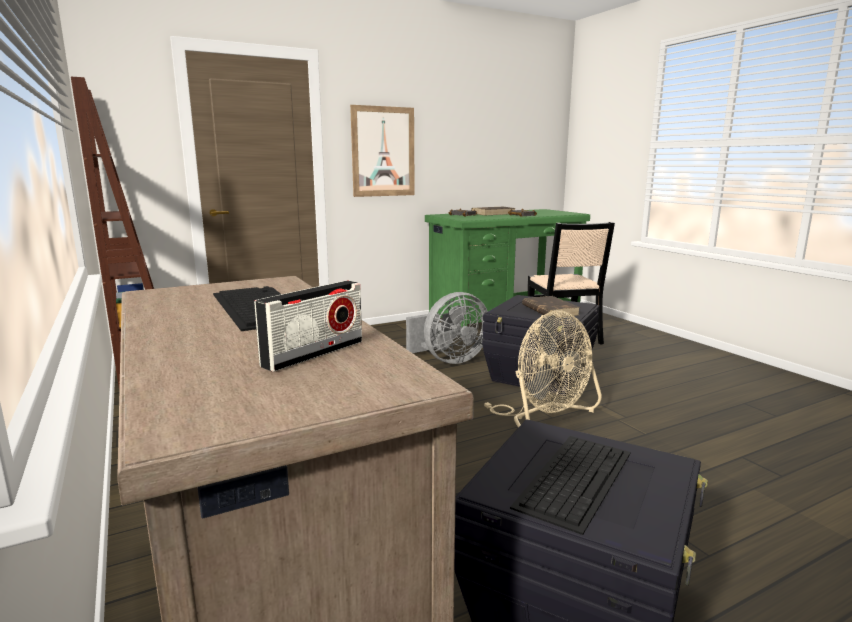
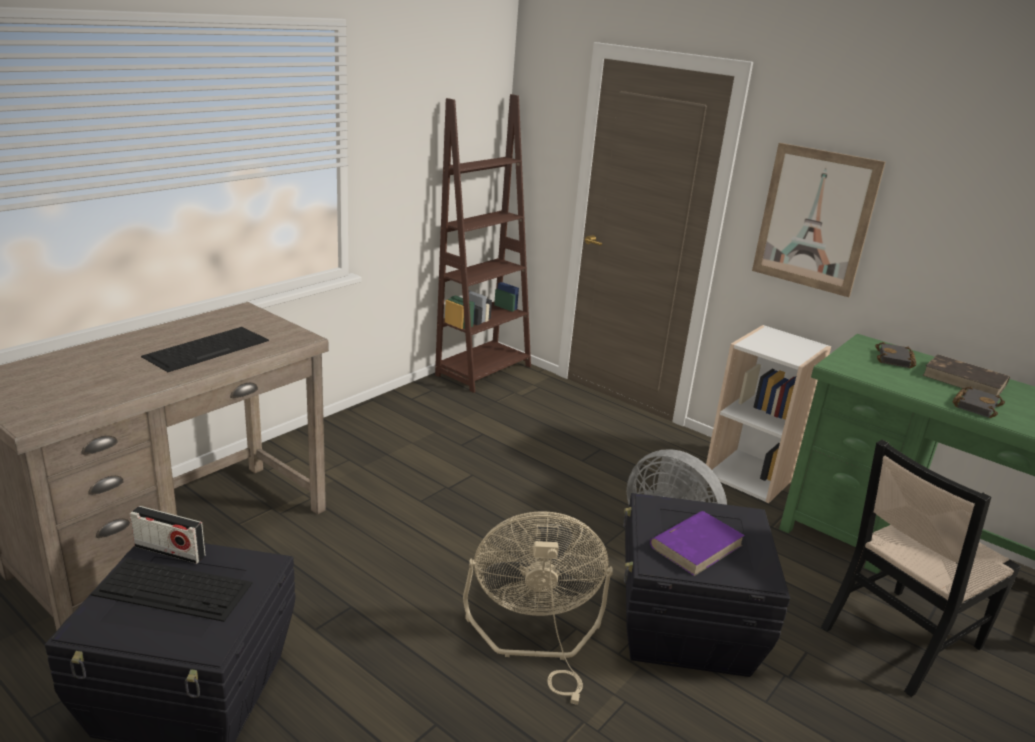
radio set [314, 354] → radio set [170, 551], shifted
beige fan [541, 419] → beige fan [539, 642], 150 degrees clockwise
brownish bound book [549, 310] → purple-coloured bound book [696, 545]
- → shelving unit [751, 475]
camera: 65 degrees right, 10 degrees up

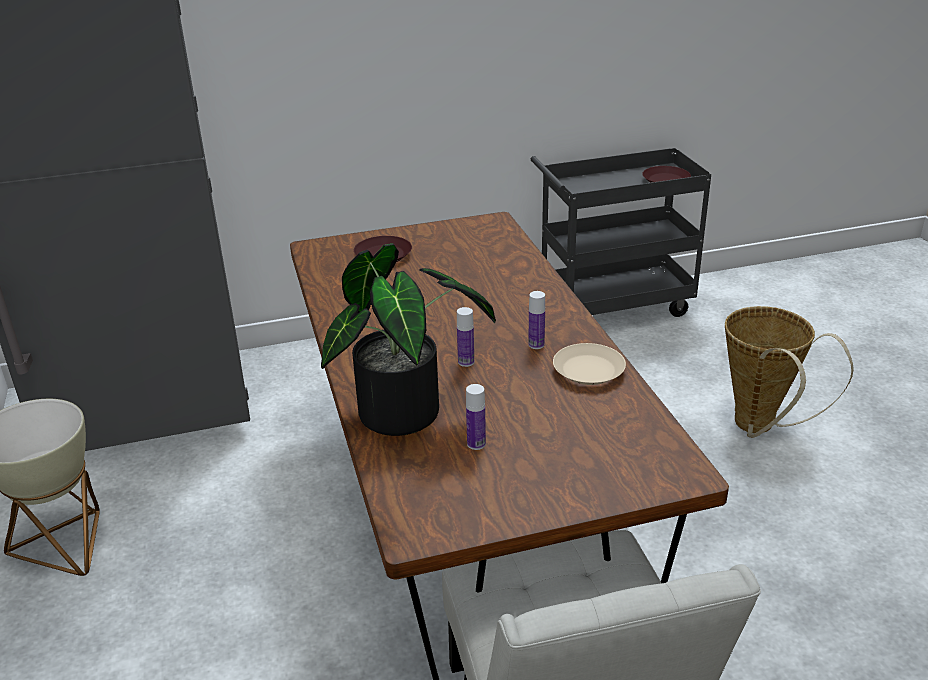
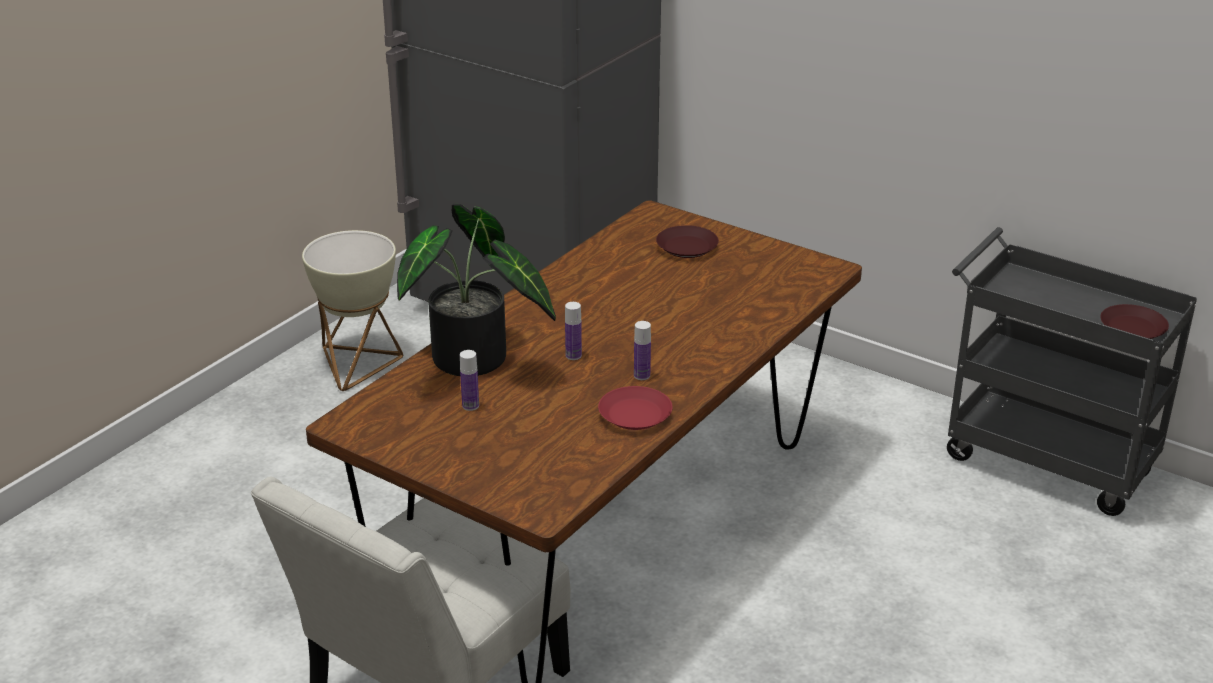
beige plate [589, 370] → red plate [636, 414]
storage basket [759, 429] → -
camera: 50 degrees right, 0 degrees up

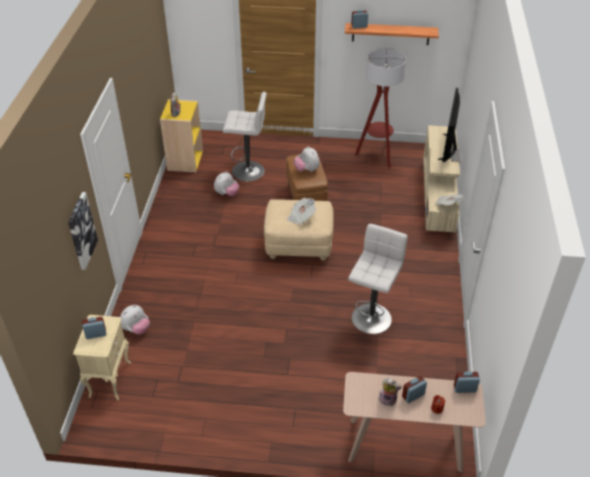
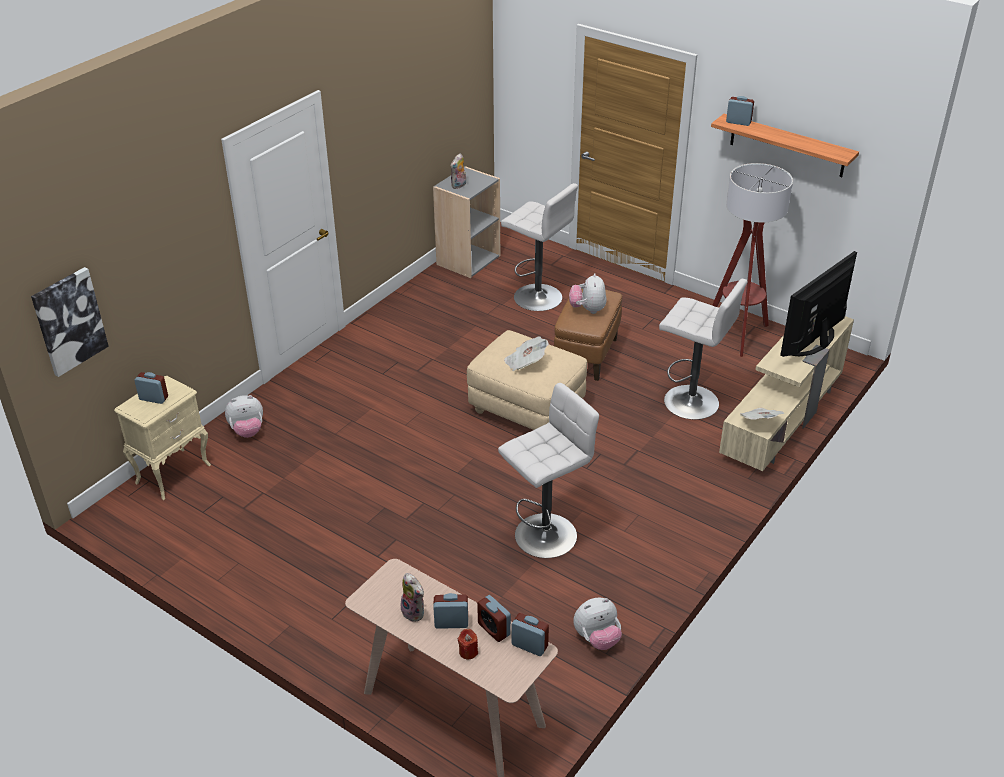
picture [81, 231] → picture [69, 321], shifted
yellow-coloured shelving unit [185, 160] → grey shelving unit [468, 259]
- → bedside clock [494, 629]
plush toy [226, 193] → plush toy [597, 638], shifted
- → white sitting stool [691, 403]
camera: 30 degrees right, 5 degrees down

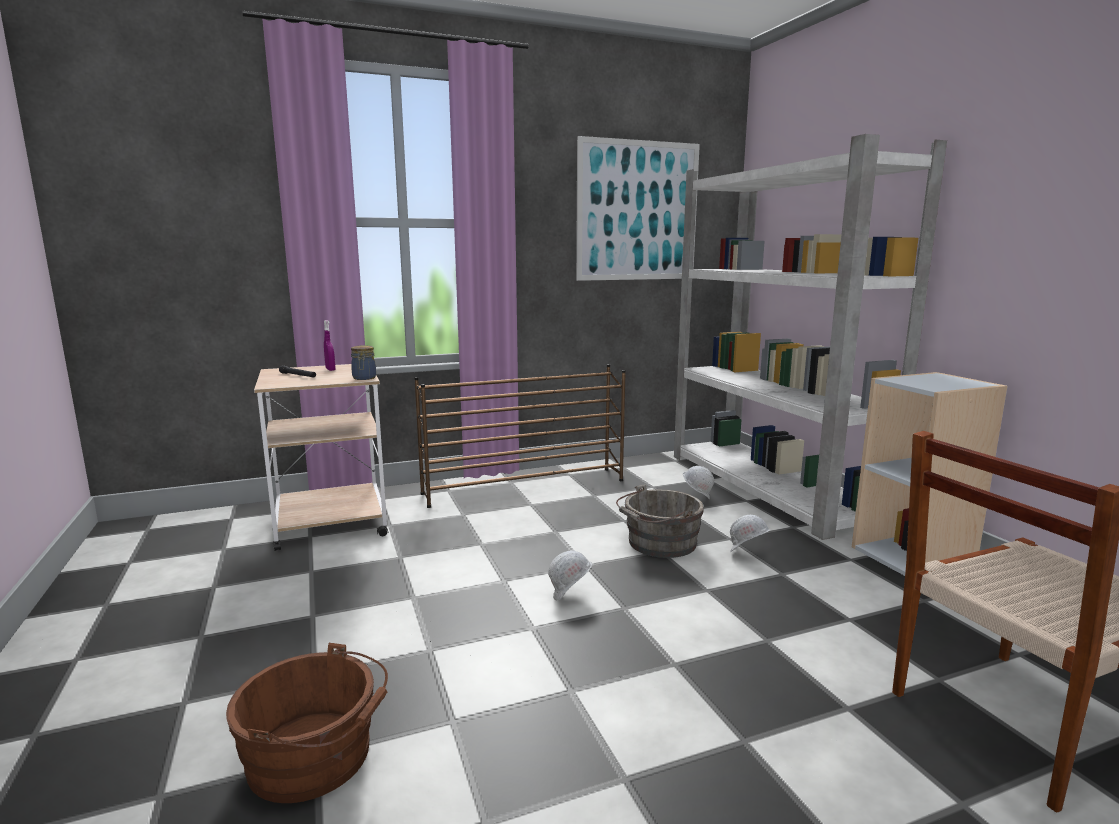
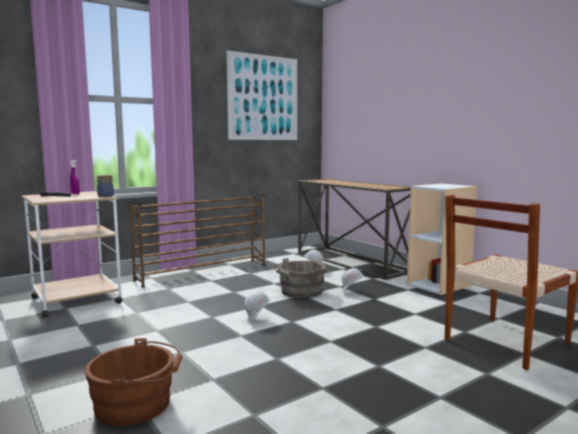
white shelving unit [769, 486] → console table [353, 261]
camera: 15 degrees left, 5 degrees down

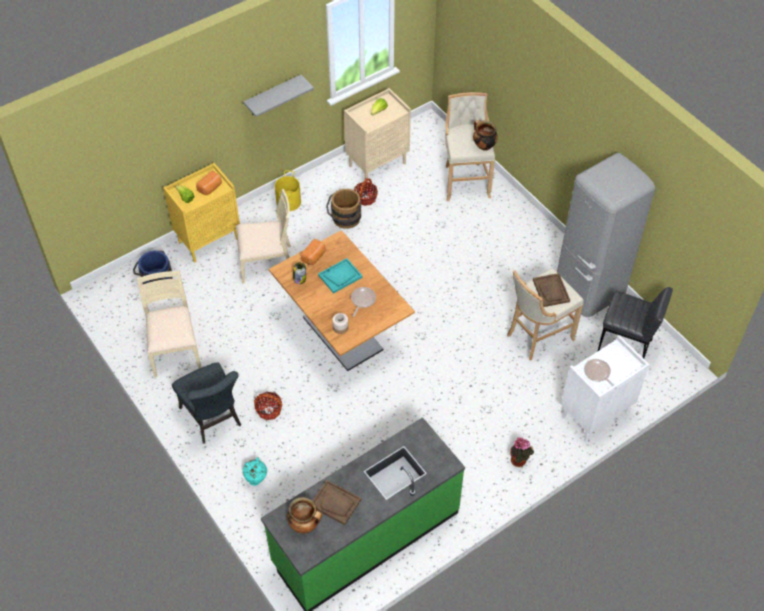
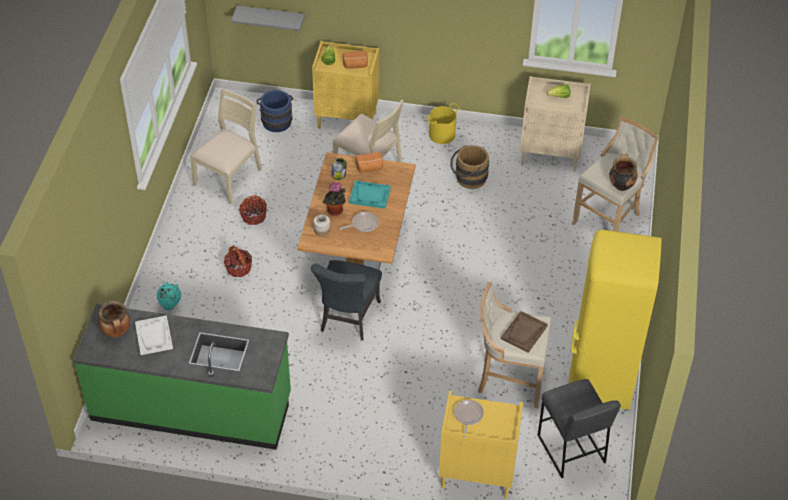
brownish tray [335, 503] → white tray [154, 336]
grey wall shelf [273, 96] → grey wall shelf [271, 18], shifted
storage basket [365, 198] → storage basket [253, 216], shifted
grey plain chair [213, 418] → grey plain chair [348, 319], shifted
plant in a pot [519, 461] → plant in a pot [335, 211], shifted
white storage cabinet [595, 415] → yellow-coloured storage cabinet [476, 475]
grey refrigerator [587, 292] → yellow-coloured refrigerator [599, 381]
camera: 45 degrees right, 5 degrees down

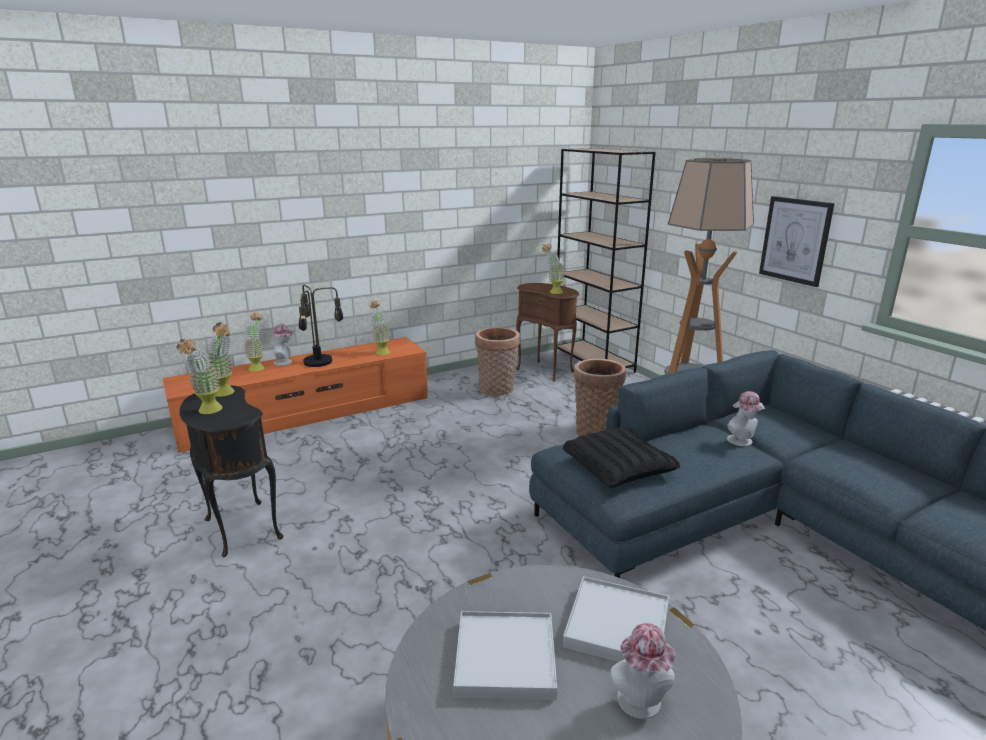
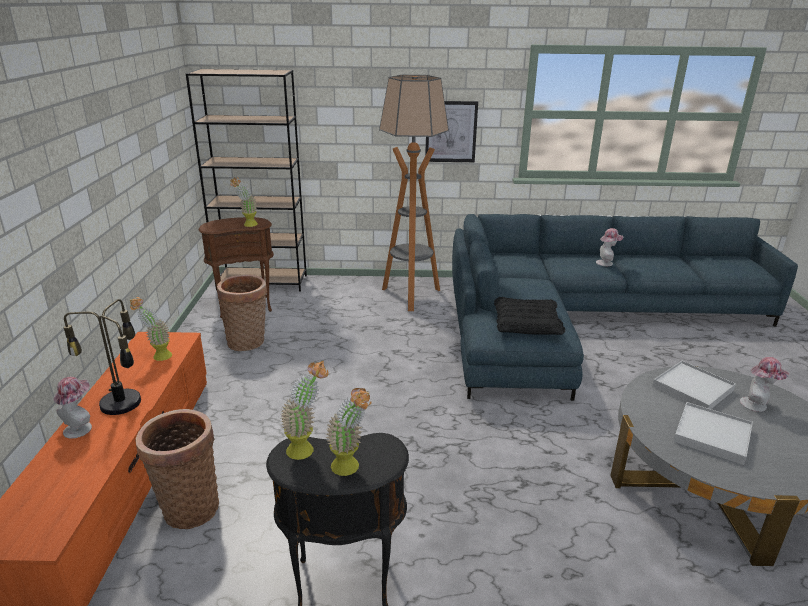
storage basket [595, 431] → storage basket [188, 507], shifted
hat [742, 442] → hat [606, 263], shifted
plant in a pot [258, 367] → -
camera: 60 degrees left, 5 degrees up

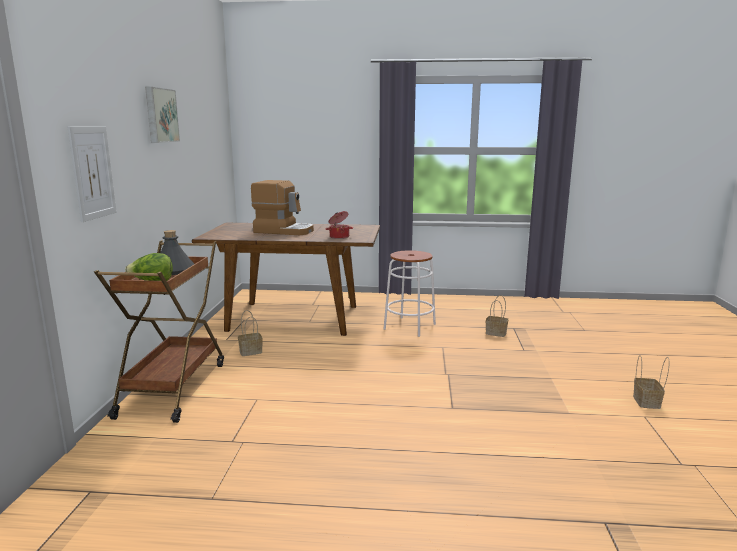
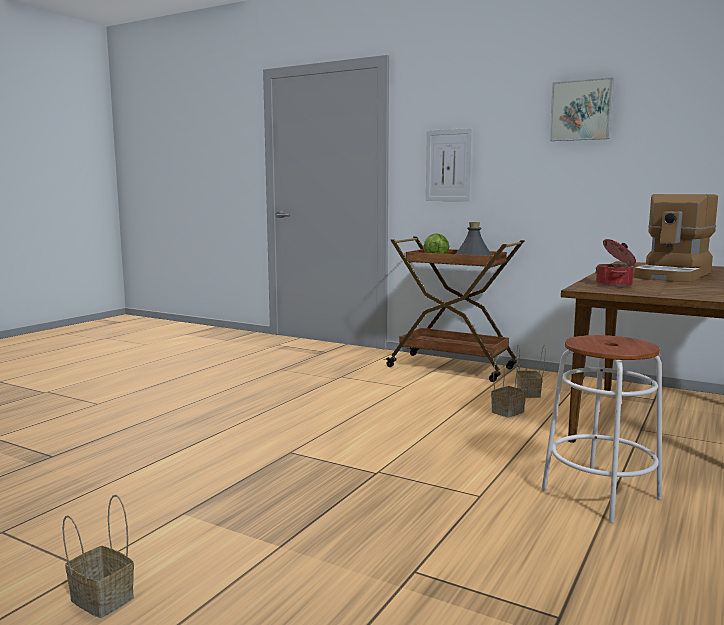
storage basket [497, 333] → storage basket [507, 412], shifted
camera: 115 degrees right, 5 degrees down

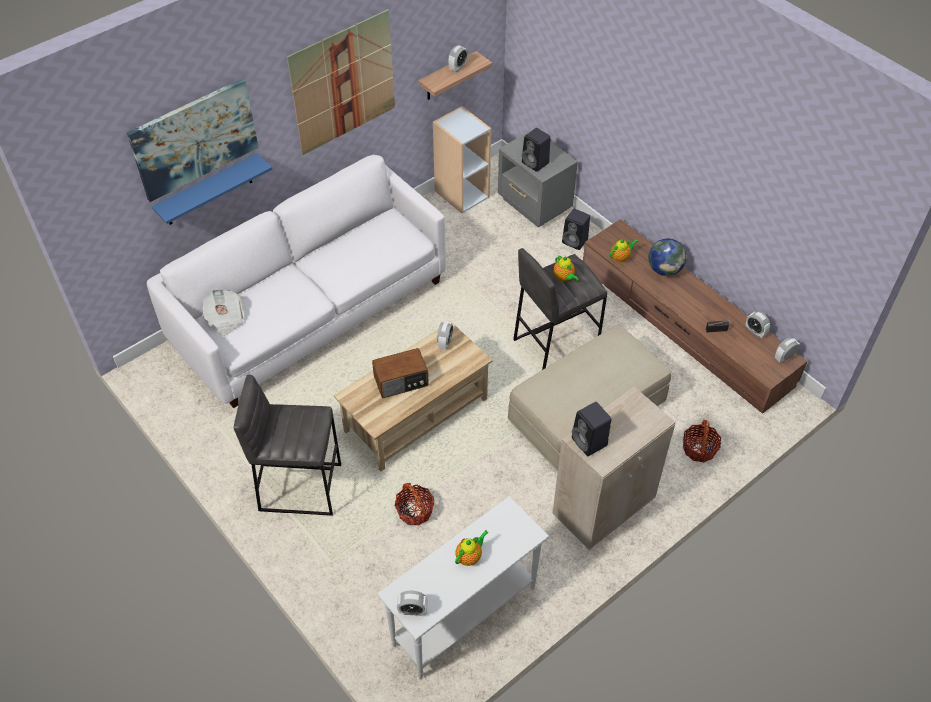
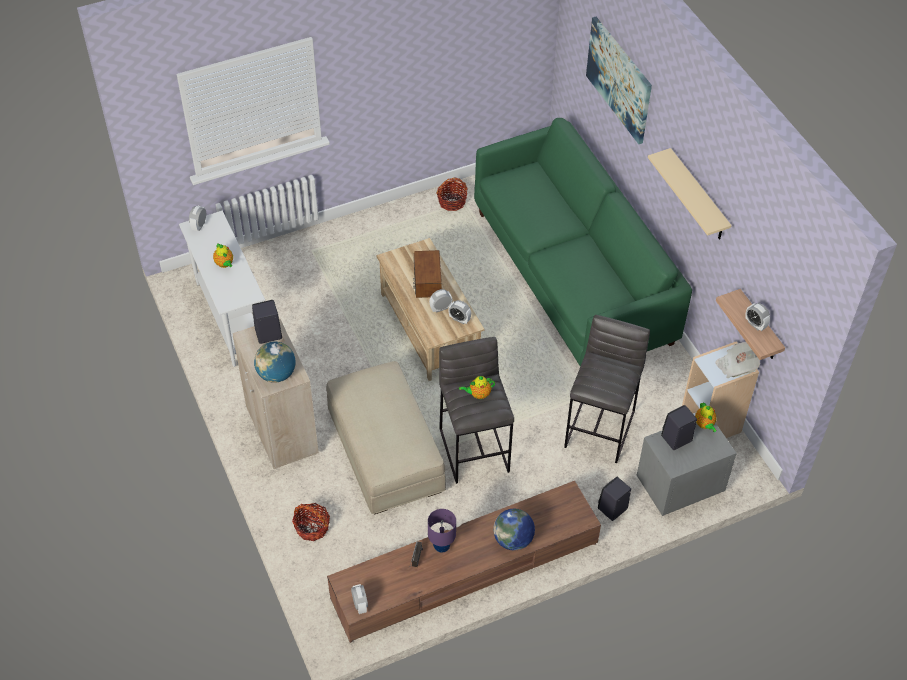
- → desk globe [276, 374]
- → purple-coloured lamp for a table [441, 546]
bedside clock [755, 332] → bedside clock [440, 308], shifted
storage basket [414, 511] → storage basket [452, 202], shifted
white couch [311, 311] → green couch [572, 277]
grey sitting stool [299, 486] → grey sitting stool [600, 429], shifted
picture [344, 83] → beige wall shelf [698, 196]
tea pot [620, 257] → tea pot [704, 425], shifted
daily paper [225, 319] → daily paper [737, 366], shifted
bluish wall shelf [208, 191] → -
camera: 105 degrees right, 0 degrees up

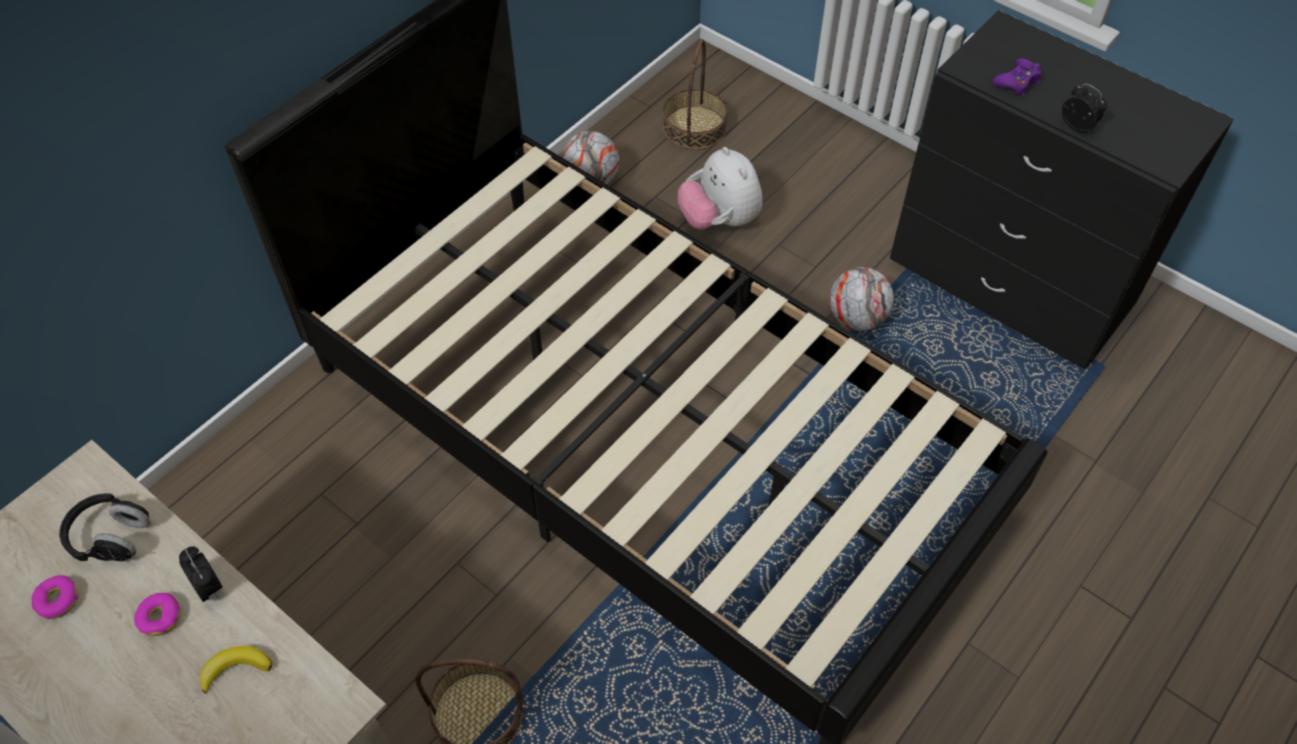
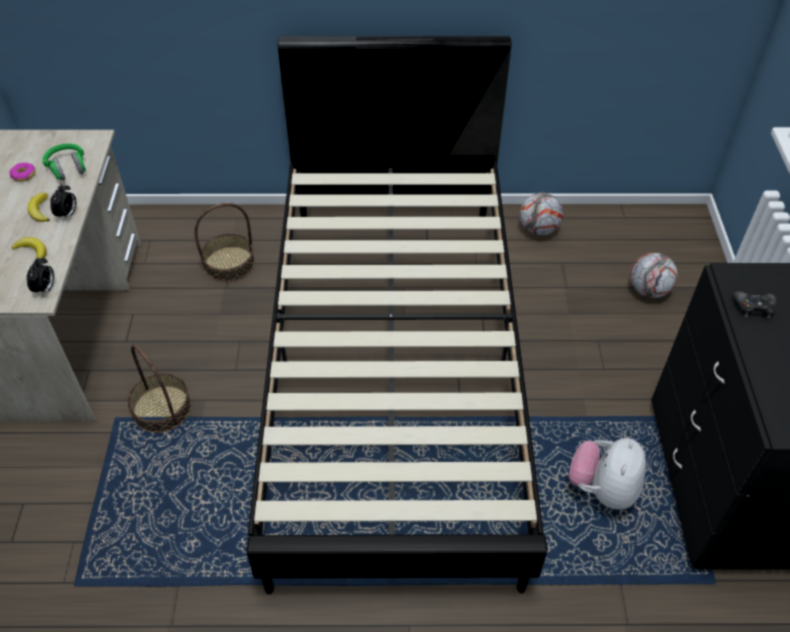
bedside clock [1078, 127] → bedside clock [45, 289], shifted
donut [160, 617] → banana [40, 210]
black headset [111, 538] → green headset [68, 169]
storage basket [694, 127] → storage basket [229, 263], shifted
plush toy [719, 220] → plush toy [603, 488], shifted
football ball [856, 318] → football ball [648, 290], shifted
purple-coloured joypad [1017, 82] → black joypad [754, 307]
camera: 50 degrees right, 5 degrees down

